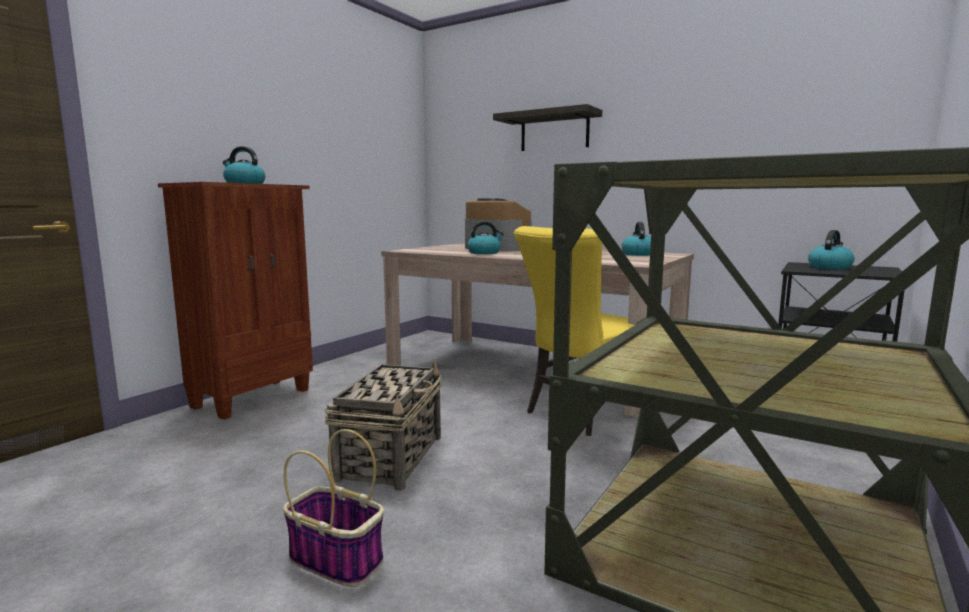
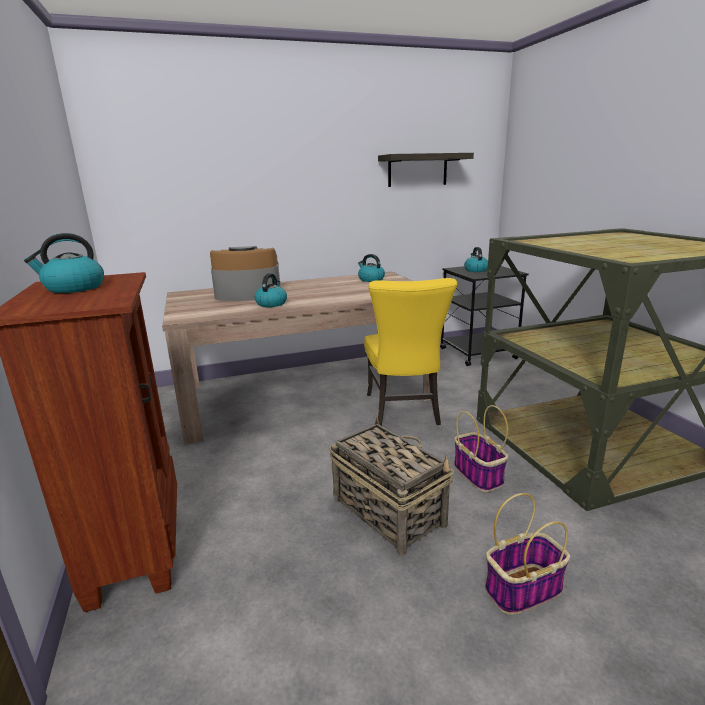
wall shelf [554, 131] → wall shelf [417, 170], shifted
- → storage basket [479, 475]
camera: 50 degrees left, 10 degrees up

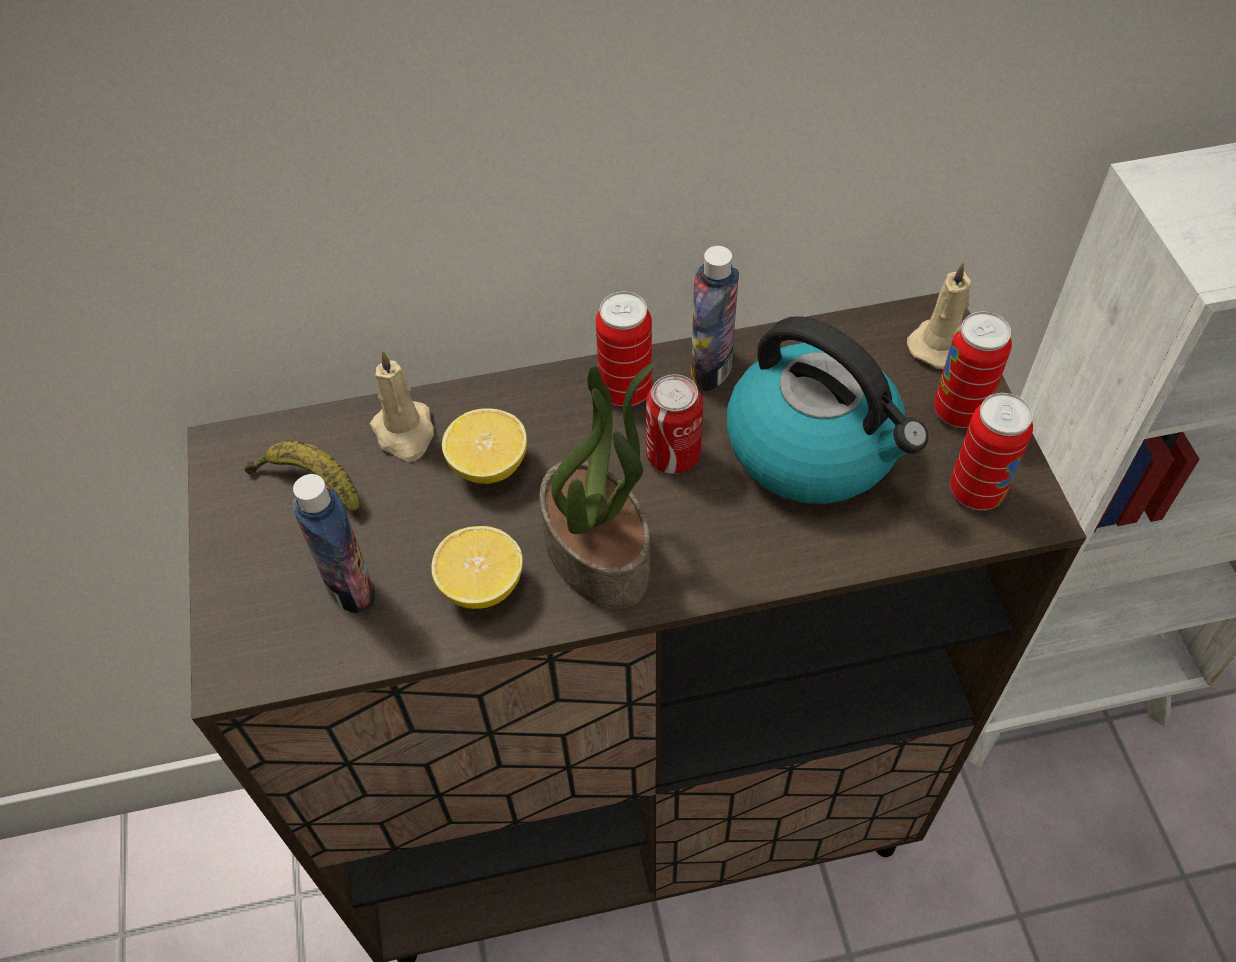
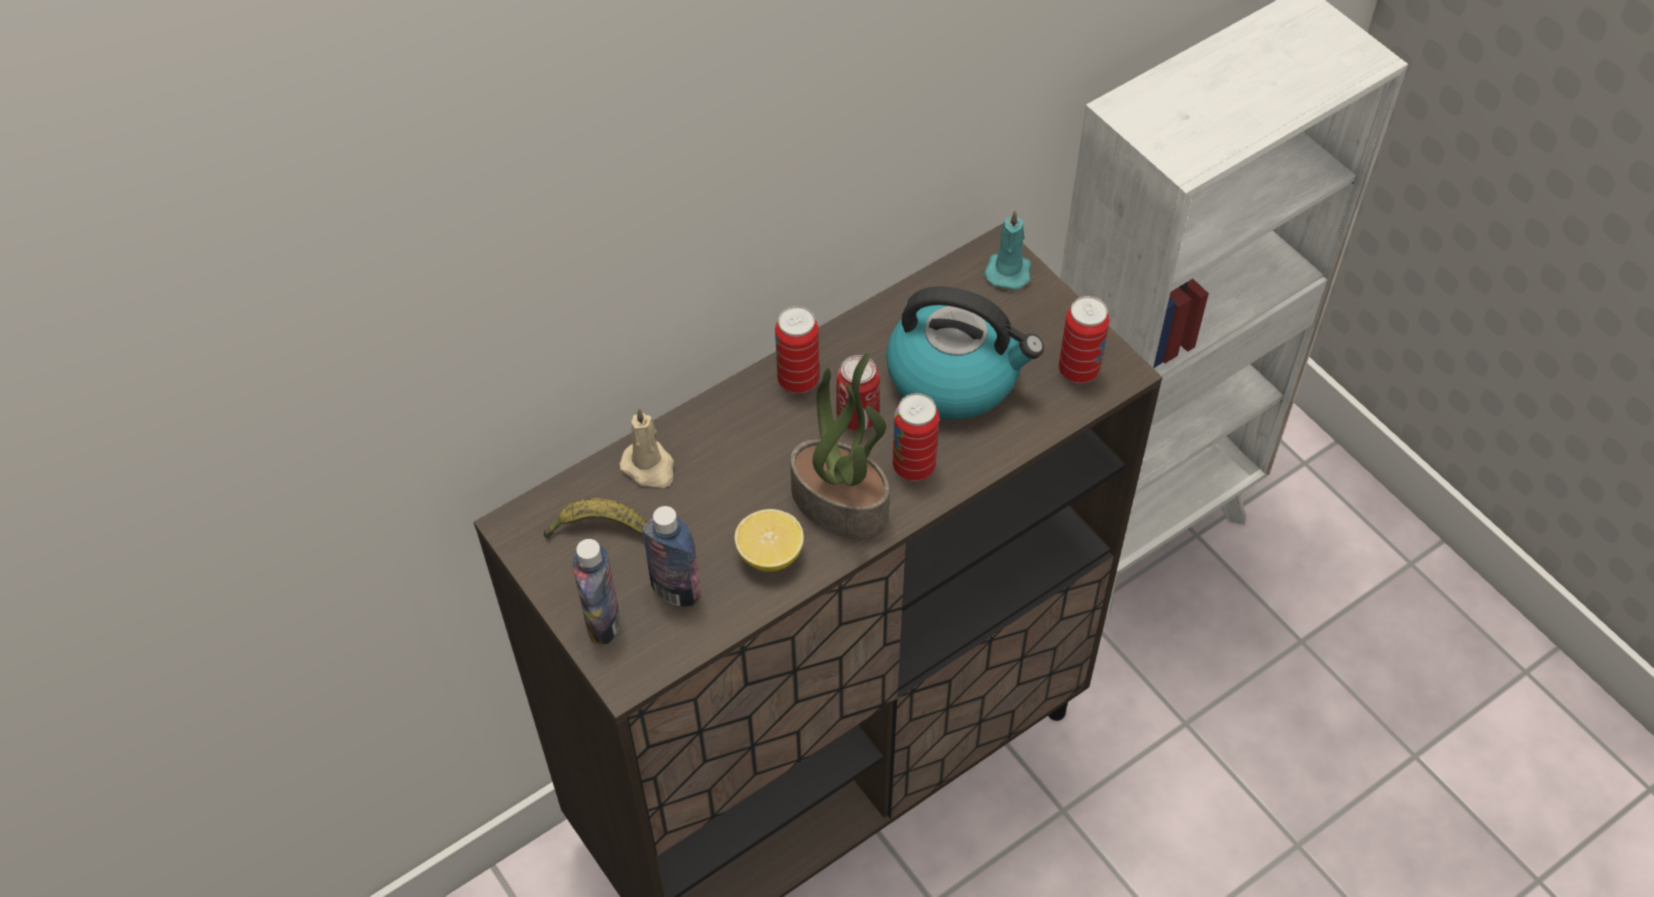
bottle [711, 369] → bottle [603, 622], shifted
metal can [959, 411] → metal can [913, 466], shifted
beige candle [940, 344] → blue-green candle [1008, 270]
citrus fruit [488, 465] → -
camera: 25 degrees left, 0 degrees up

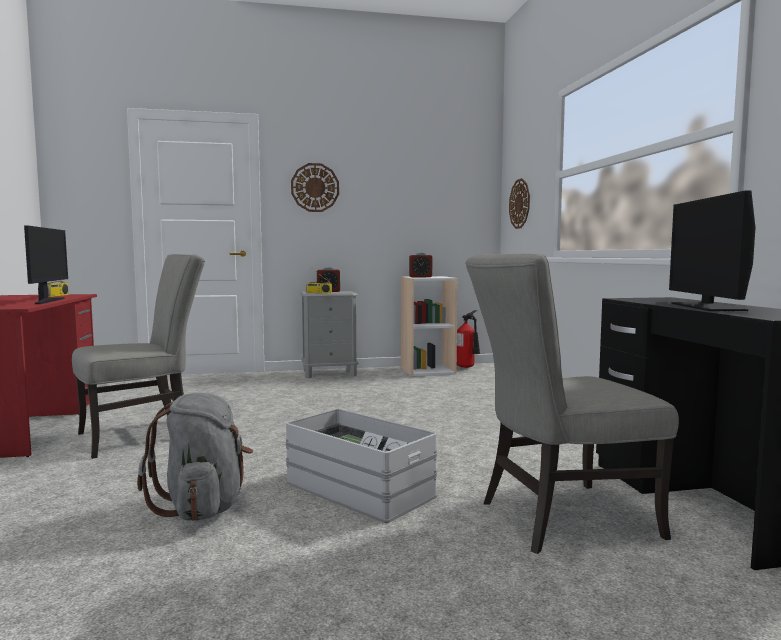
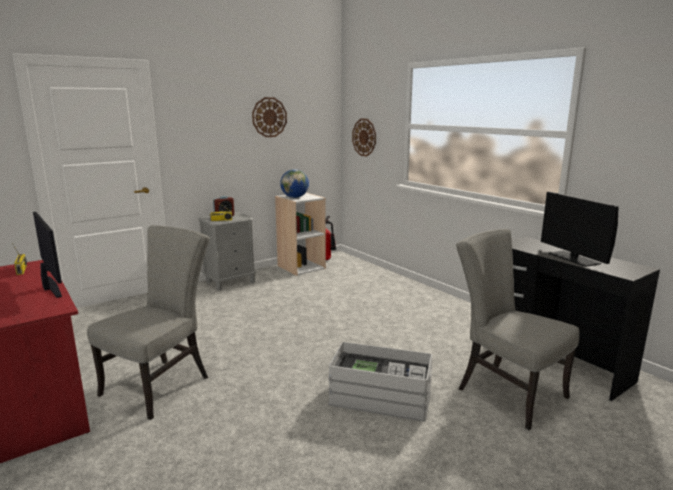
clock on the wall [315, 187] → clock on the wall [269, 117], shifted
bedside clock [420, 277] → desk globe [295, 197]
grey plain chair [557, 518] → grey plain chair [505, 391], 90 degrees clockwise
grey backpack [203, 507] → -
camera: 25 degrees left, 10 degrees up

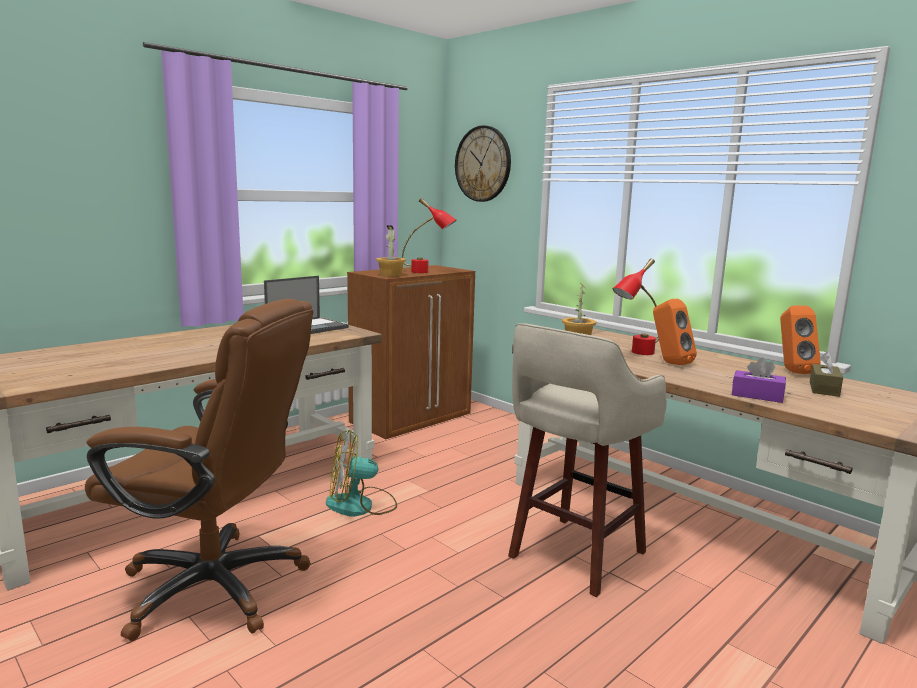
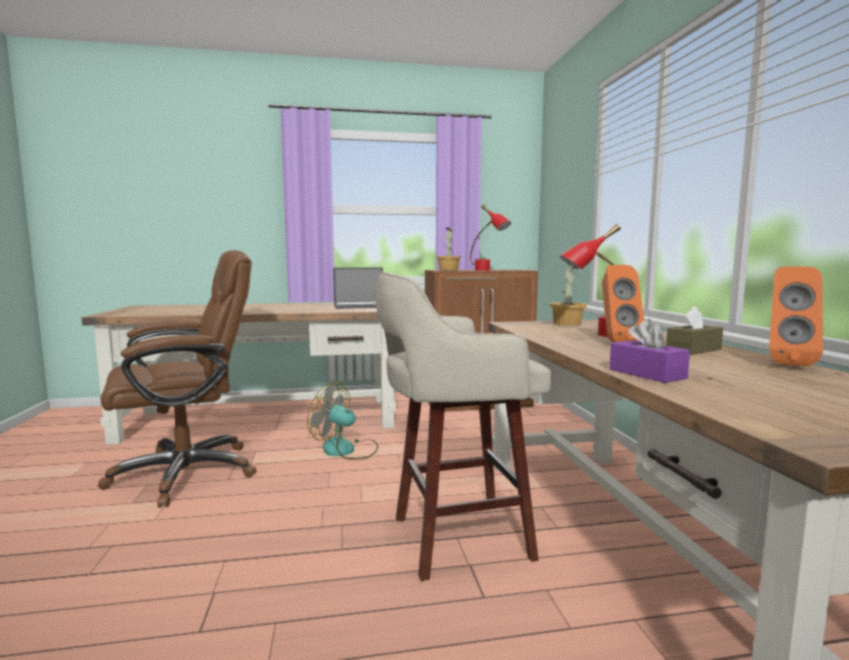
brownish desk chair [214, 586] → brownish desk chair [186, 472], 75 degrees counterclockwise
brownish tissue box [824, 389] → brownish tissue box [693, 349], shifted
clock on the wall [483, 164] → -
camera: 35 degrees right, 5 degrees down

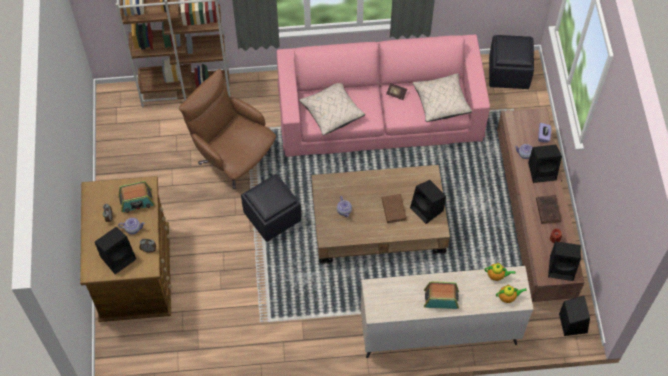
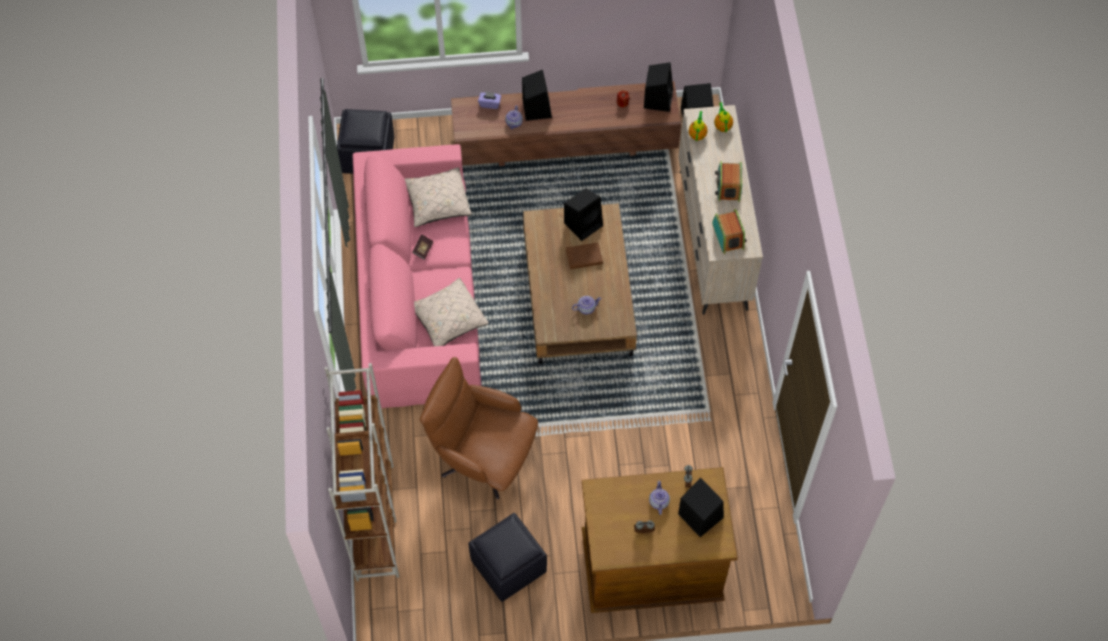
brownish armchair [232, 158] → brownish armchair [483, 459], 75 degrees clockwise
black footrest [272, 217] → black footrest [509, 566], shifted
radio set [136, 201] → radio set [728, 236], shifted
brownish bound book [548, 209] → -
camera: 90 degrees left, 0 degrees up

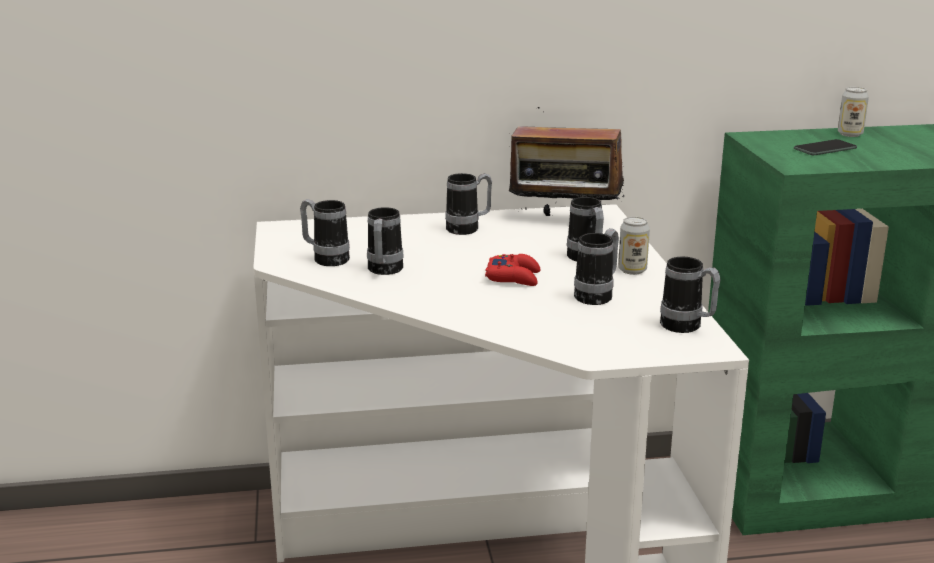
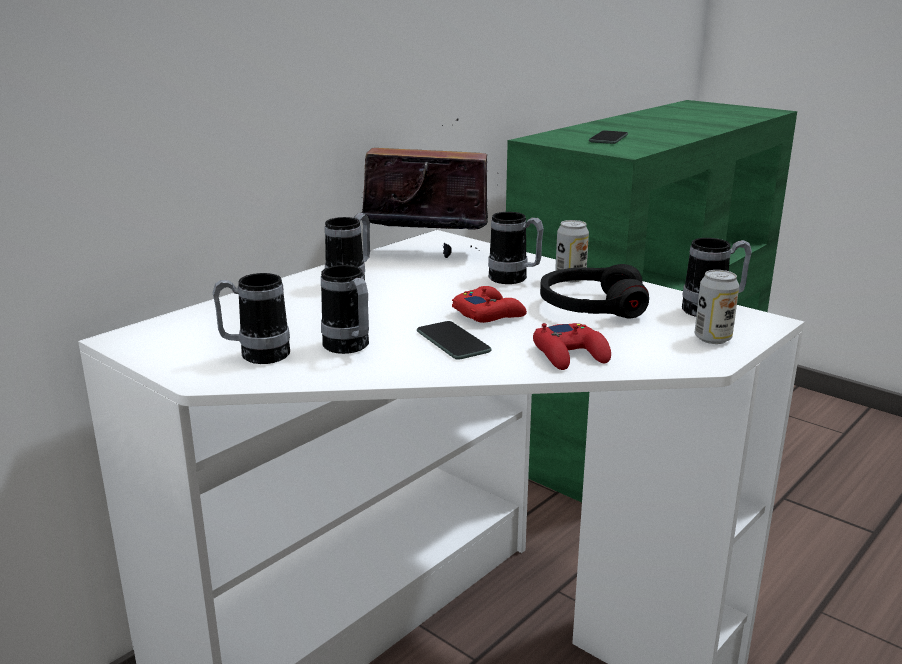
radio set [565, 221] → radio set [425, 253], 150 degrees counterclockwise
- → handset [453, 341]
- → red joypad [570, 355]
tea mug [598, 295] → black headset [591, 307]
metal can [850, 134] → metal can [712, 338], shifted
camera: 40 degrees left, 0 degrees up

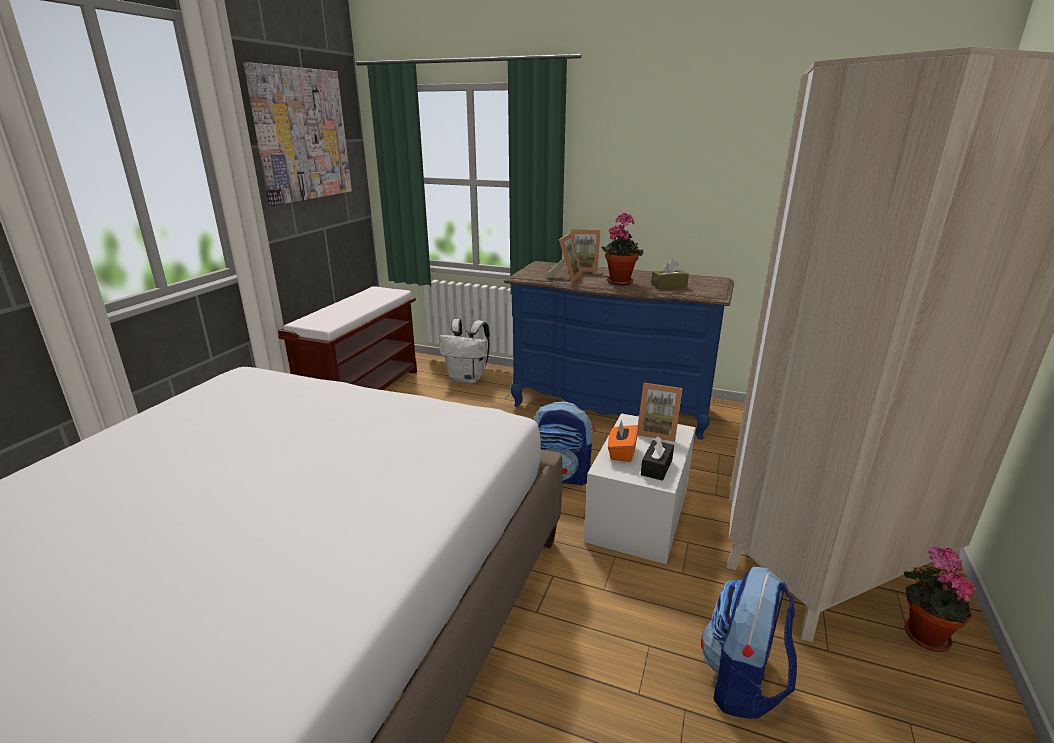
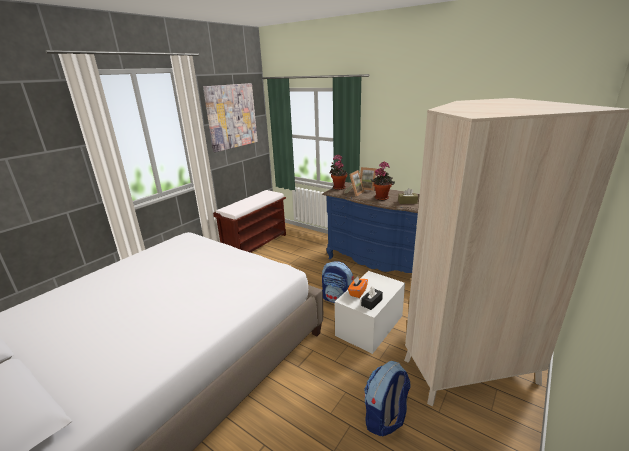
plant in a pot [922, 634] → plant in a pot [338, 187], shifted
white backpack [467, 379] → -
picture frame [657, 432] → -
camera: 15 degrees right, 0 degrees up

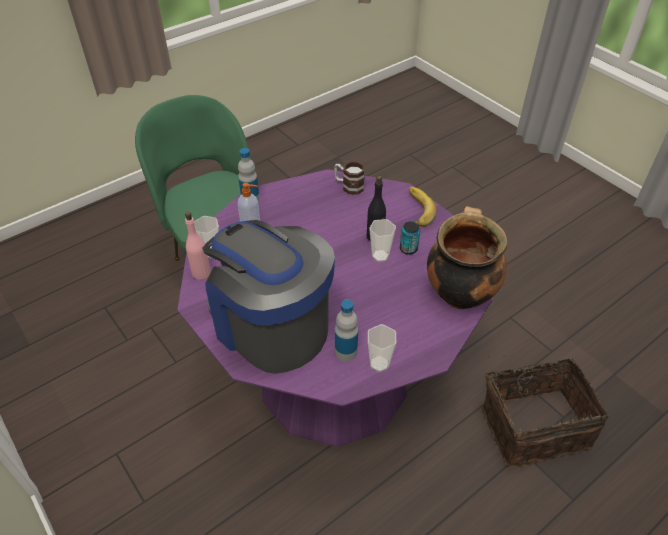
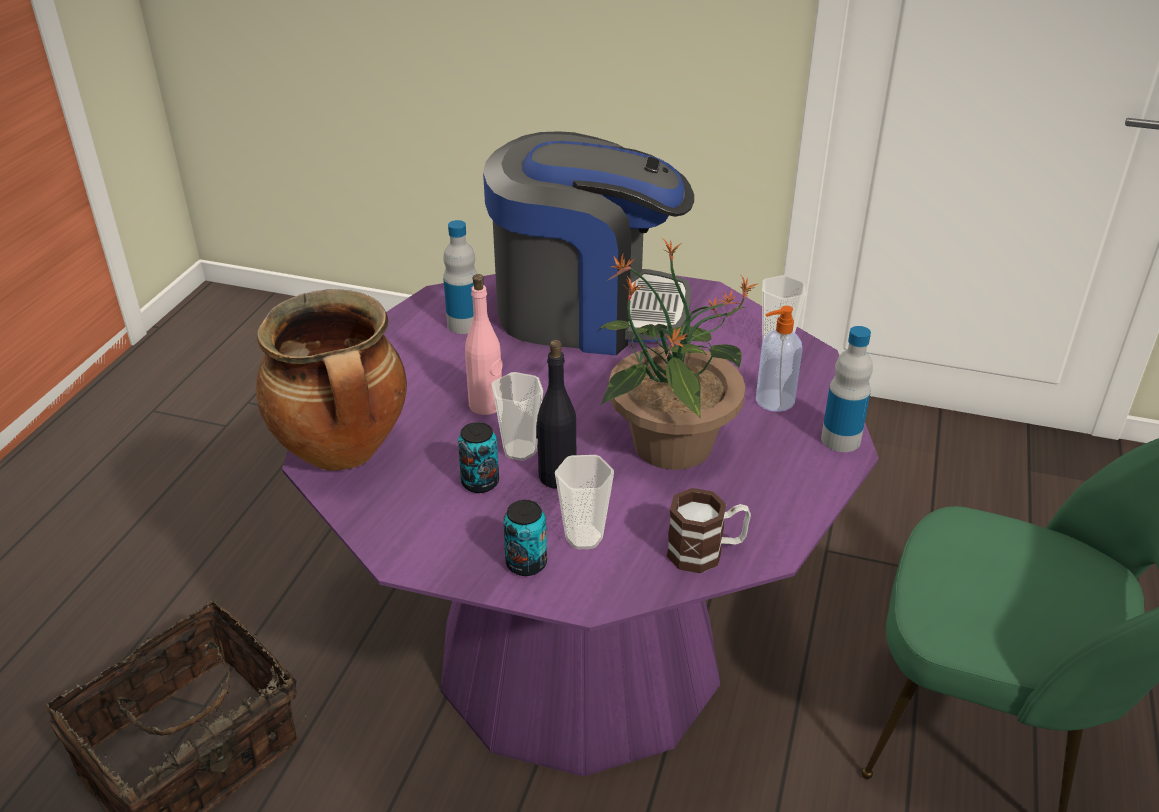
pink-coloured bottle [201, 273] → pink-coloured bottle [486, 405], shifted
banana [414, 210] → metal can [526, 563]
cup [379, 364] → cup [584, 537], shifted
- → plant in a pot [670, 445]
camera: 145 degrees right, 10 degrees down

